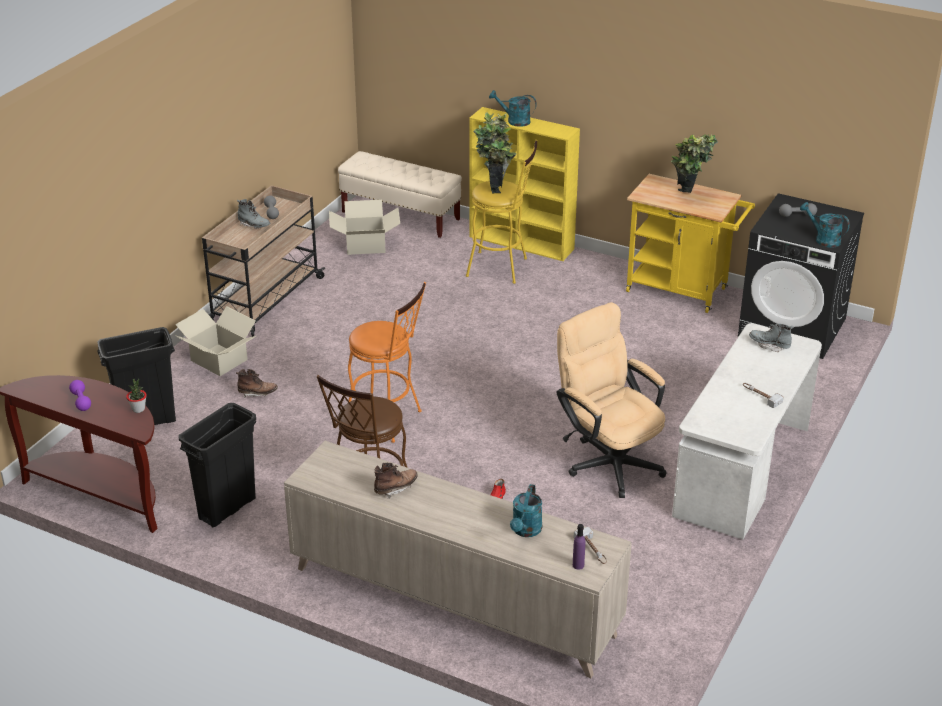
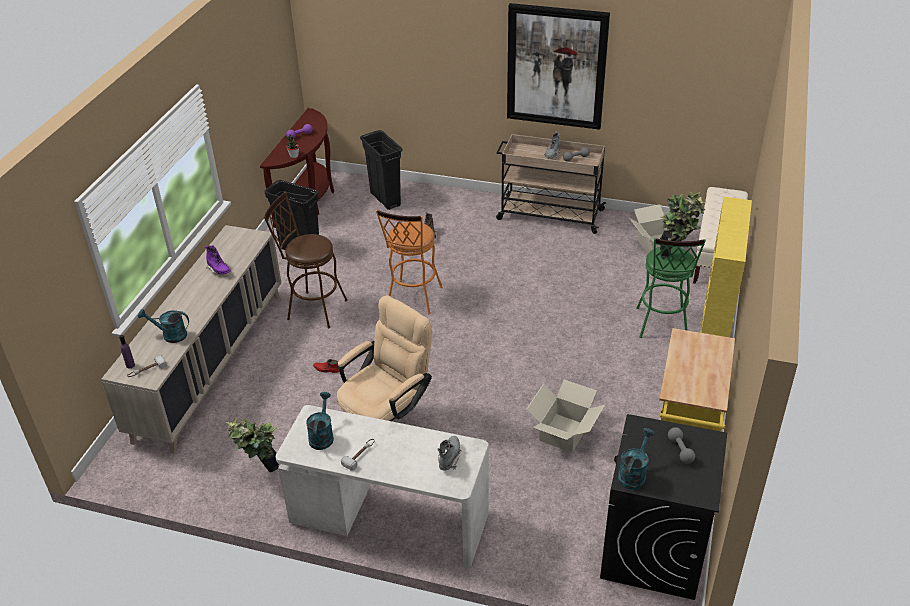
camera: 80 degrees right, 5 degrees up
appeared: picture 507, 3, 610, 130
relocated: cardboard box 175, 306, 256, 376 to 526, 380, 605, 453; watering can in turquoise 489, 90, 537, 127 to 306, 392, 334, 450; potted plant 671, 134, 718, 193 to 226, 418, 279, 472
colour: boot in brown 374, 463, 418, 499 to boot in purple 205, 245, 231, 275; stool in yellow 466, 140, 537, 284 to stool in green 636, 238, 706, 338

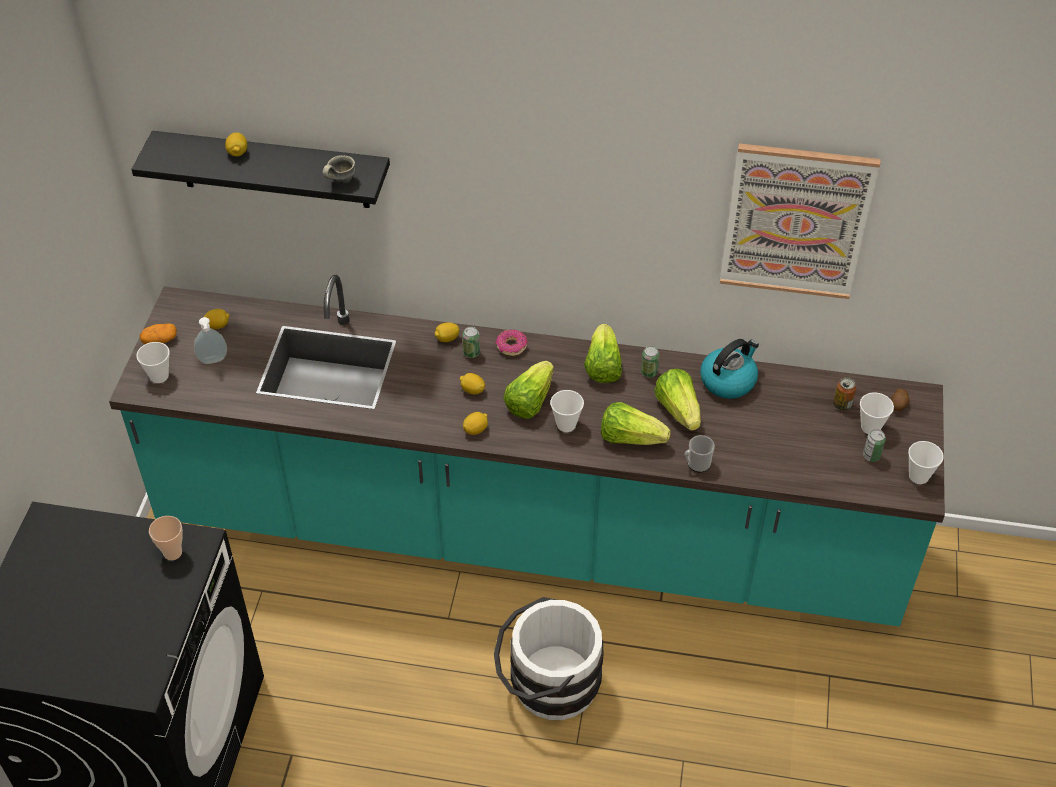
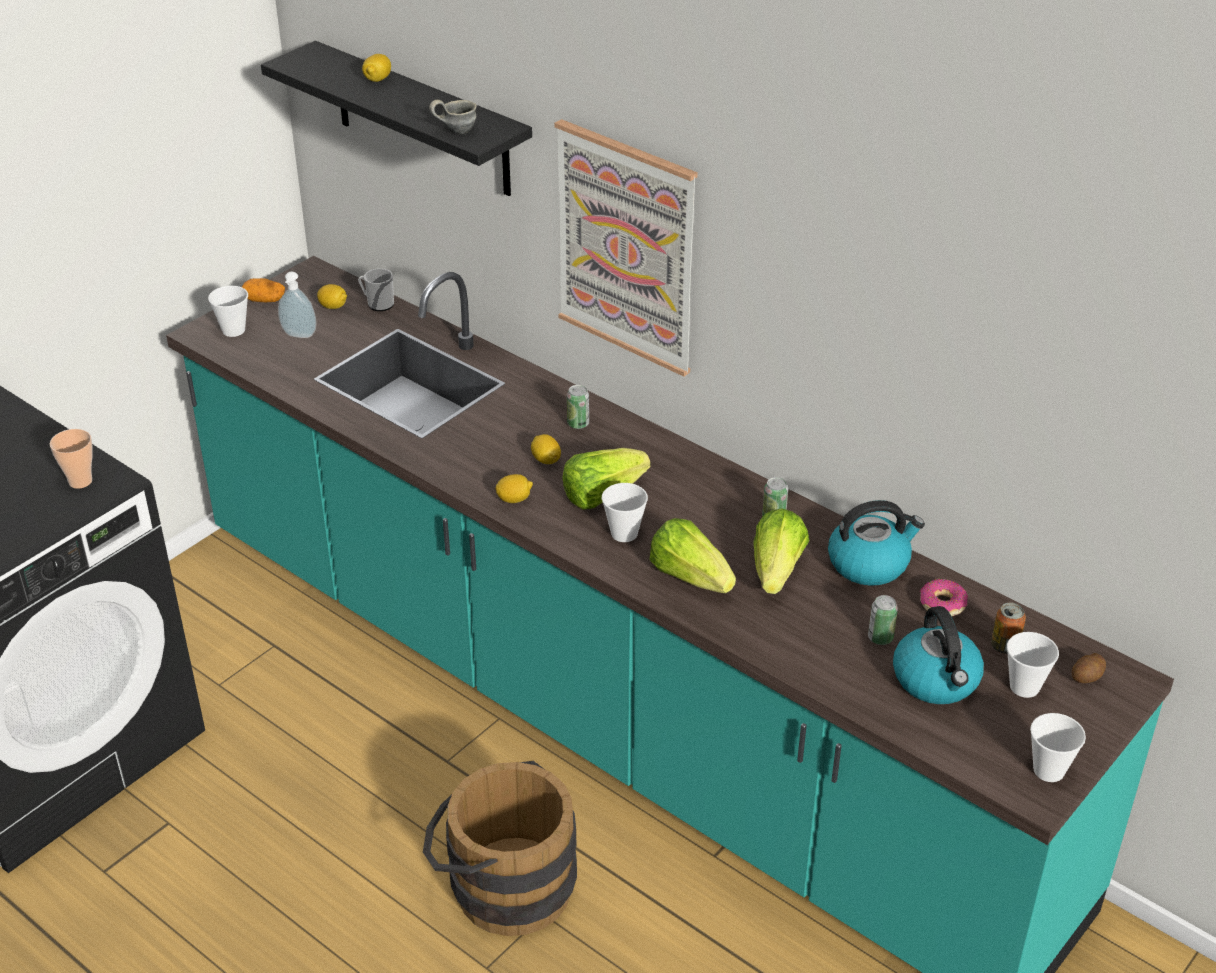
camera: 30 degrees right, 10 degrees down
missing: lemon 435, 322, 459, 342; lettuce 584, 324, 622, 383
appeared: kettle 893, 606, 984, 704
relocated: donut 495, 329, 528, 356 to 920, 579, 968, 616; mug 684, 435, 715, 472 to 358, 268, 394, 311; picture 720, 143, 881, 299 to 554, 119, 698, 377; can 863, 429, 886, 462 to 868, 595, 898, 645
colour: bucket in white 494, 597, 603, 720 to bucket in brown 423, 761, 577, 936

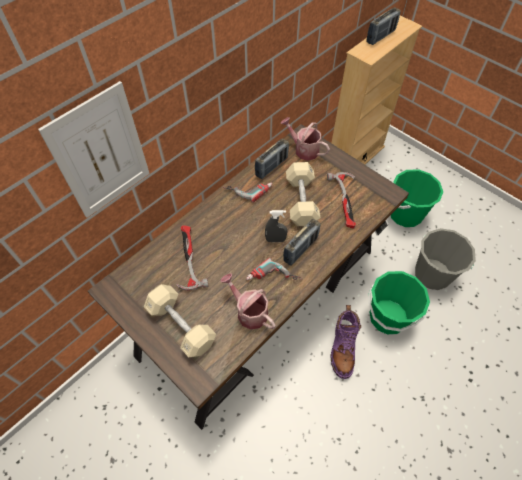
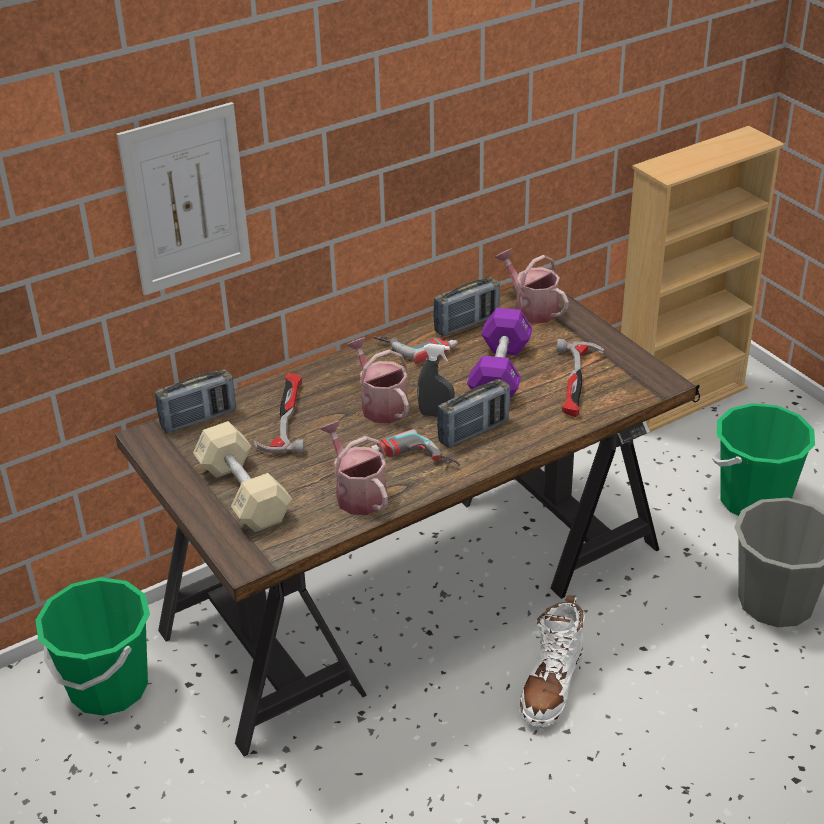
camera: 15 degrees right, 20 degrees down
appeared: watering can 347, 338, 409, 423
relocated: radio 366, 7, 401, 45 to 155, 369, 236, 433; bucket in green 368, 271, 430, 334 to 35, 577, 150, 716
colour: dumbbell in beige 286, 162, 320, 226 to dumbbell in purple 467, 308, 532, 398; boot in purple 330, 305, 361, 379 to boot in white 520, 595, 585, 727

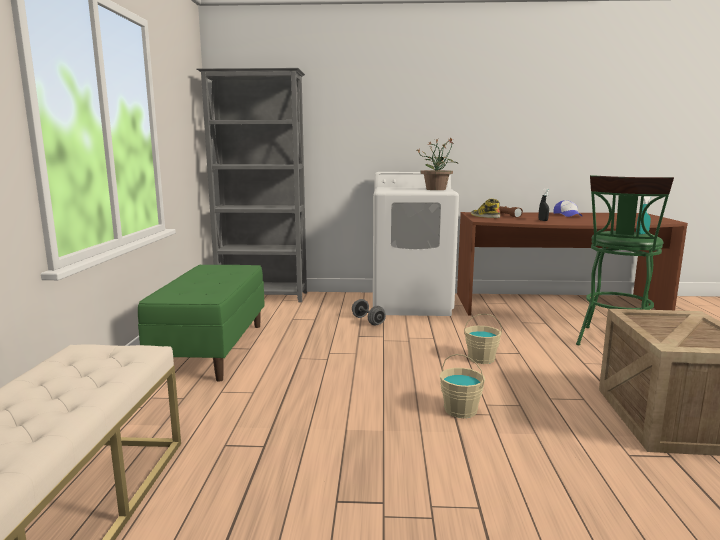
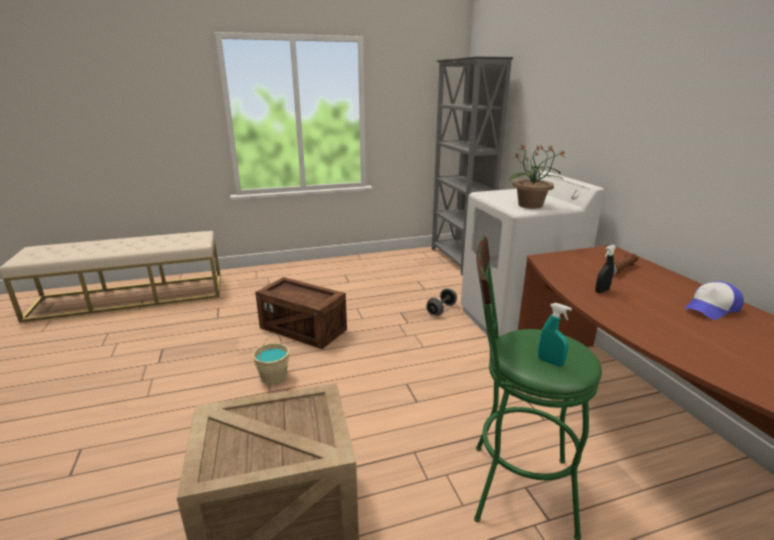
camera: 70 degrees right, 10 degrees up
missing: bench in green 138, 265, 265, 382; bucket in beige 464, 314, 502, 364; boot 471, 199, 500, 218
appeared: crate 255, 277, 347, 349

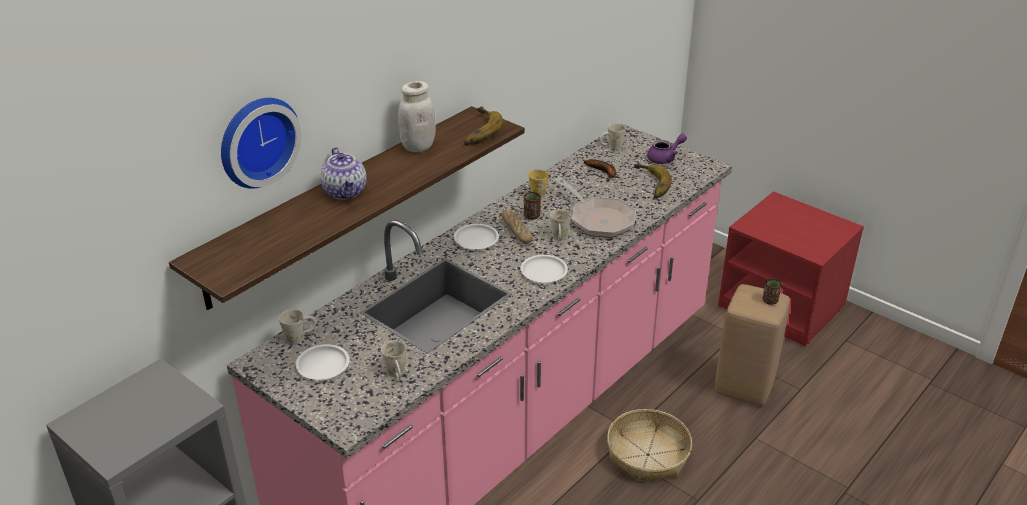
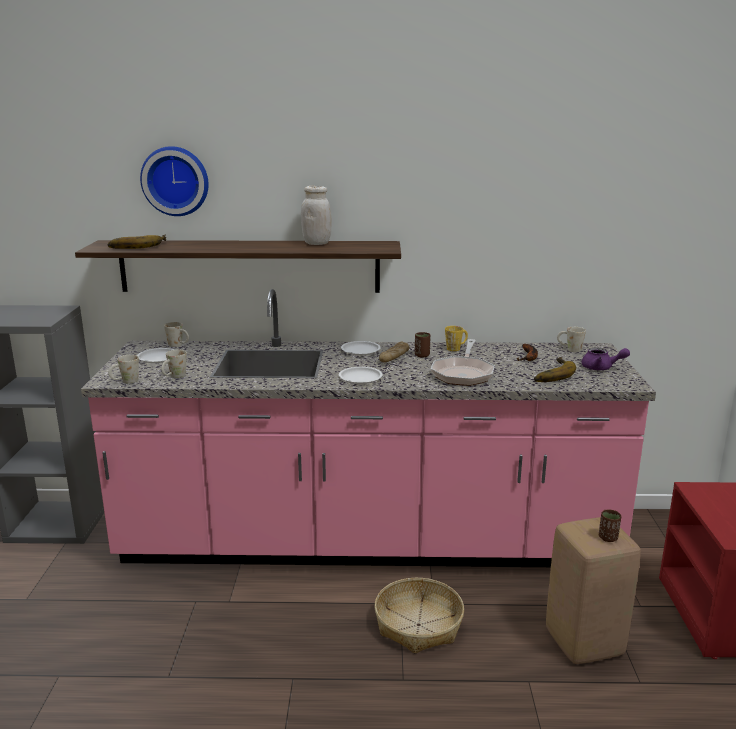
camera: 50 degrees right, 15 degrees down
missing: teapot 320, 147, 367, 200
relocated: banana 464, 106, 503, 145 to 108, 234, 166, 249; mug in white 550, 209, 571, 241 to 108, 355, 139, 384

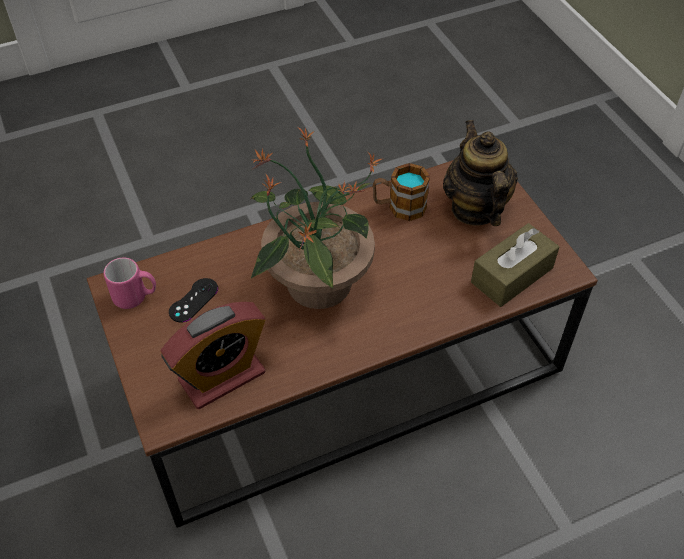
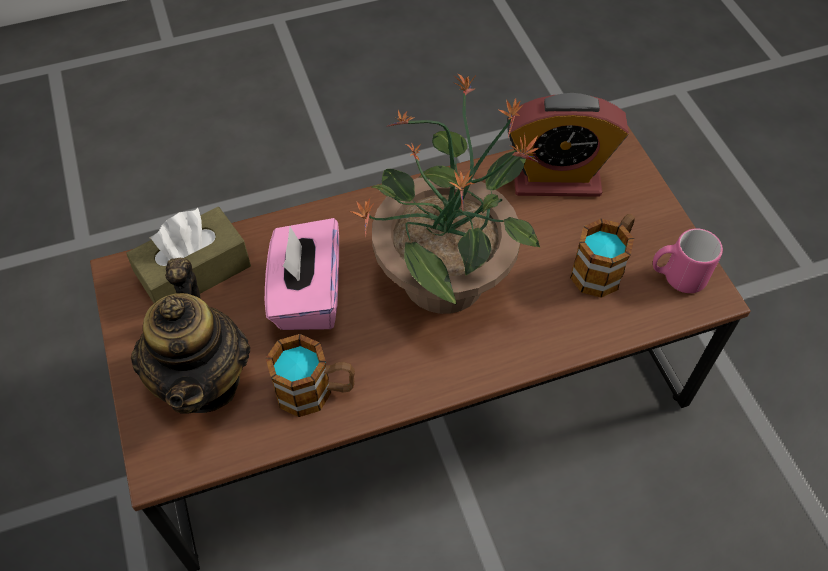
camera: 175 degrees left, 5 degrees up
appeared: tissue box in pink 265, 218, 339, 330
exchanged: game controller in black 169, 278, 218, 322 to mug 570, 214, 635, 298
spun: alarm clock 161, 302, 266, 409 = 507, 93, 629, 197 150 degrees counterclockwise

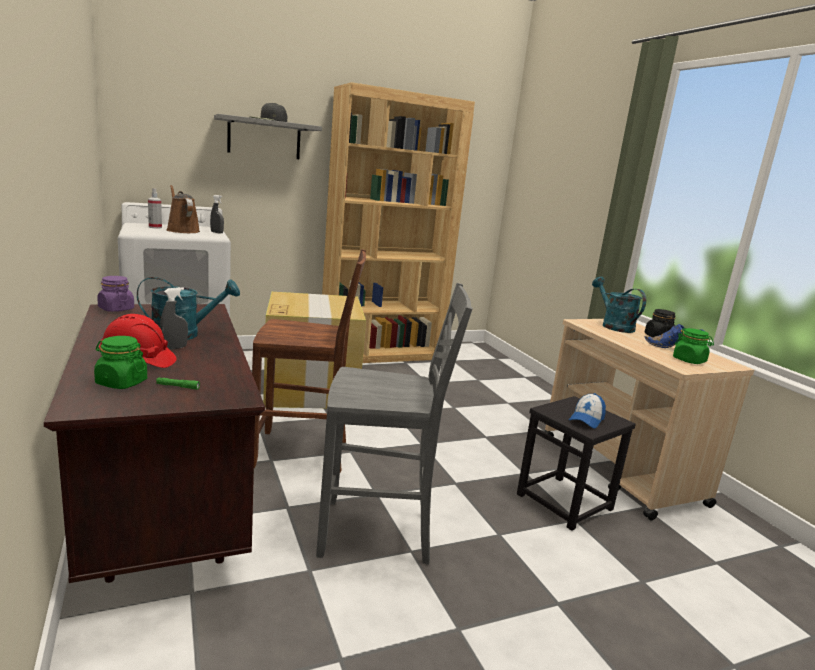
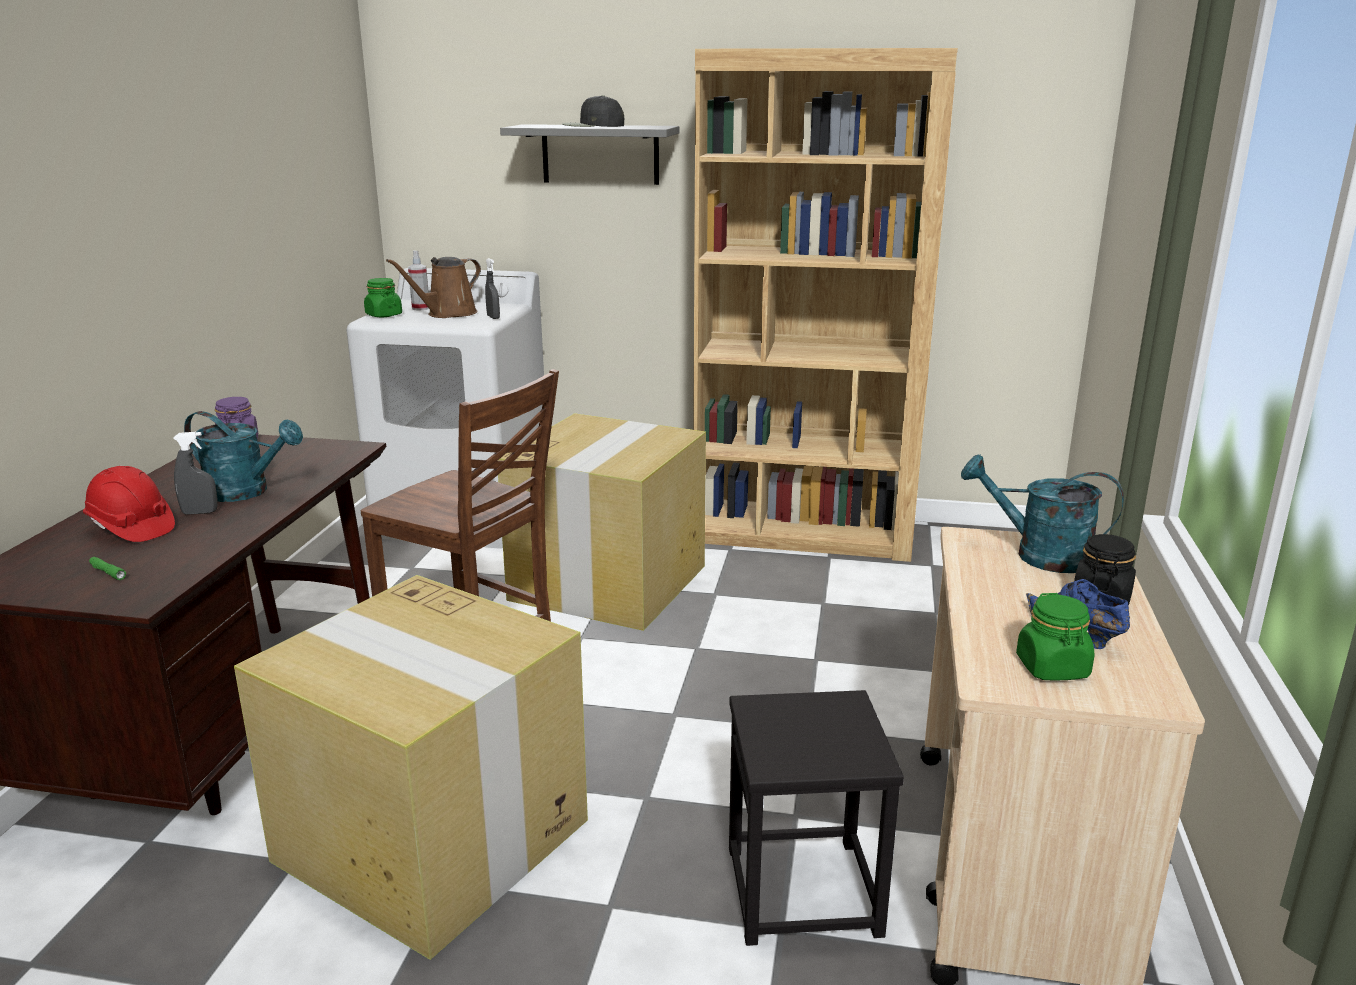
camera: 35 degrees right, 5 degrees up
missing: cap 569, 393, 606, 429
relocated: jar in green 94, 336, 147, 389 to 364, 278, 402, 317
exchanged: chair in grey 316, 283, 473, 565 to cardboard box 234, 575, 588, 960
spun: watering can in brown 166, 185, 200, 233 = 386, 257, 481, 318 135 degrees counterclockwise; watering can in turquoise 592, 277, 646, 333 = 961, 454, 1124, 573 75 degrees counterclockwise

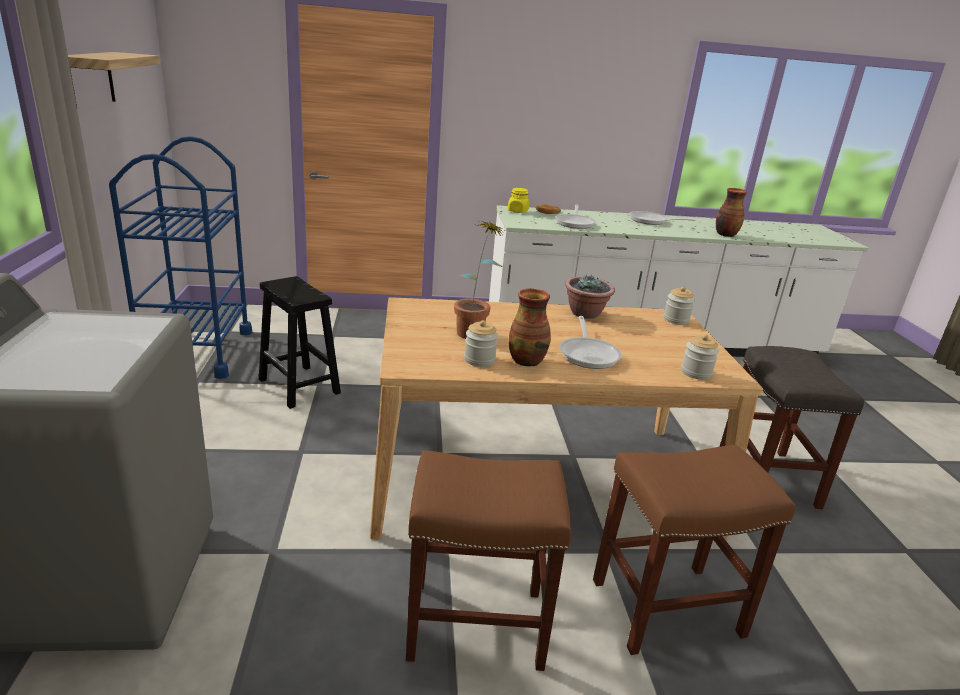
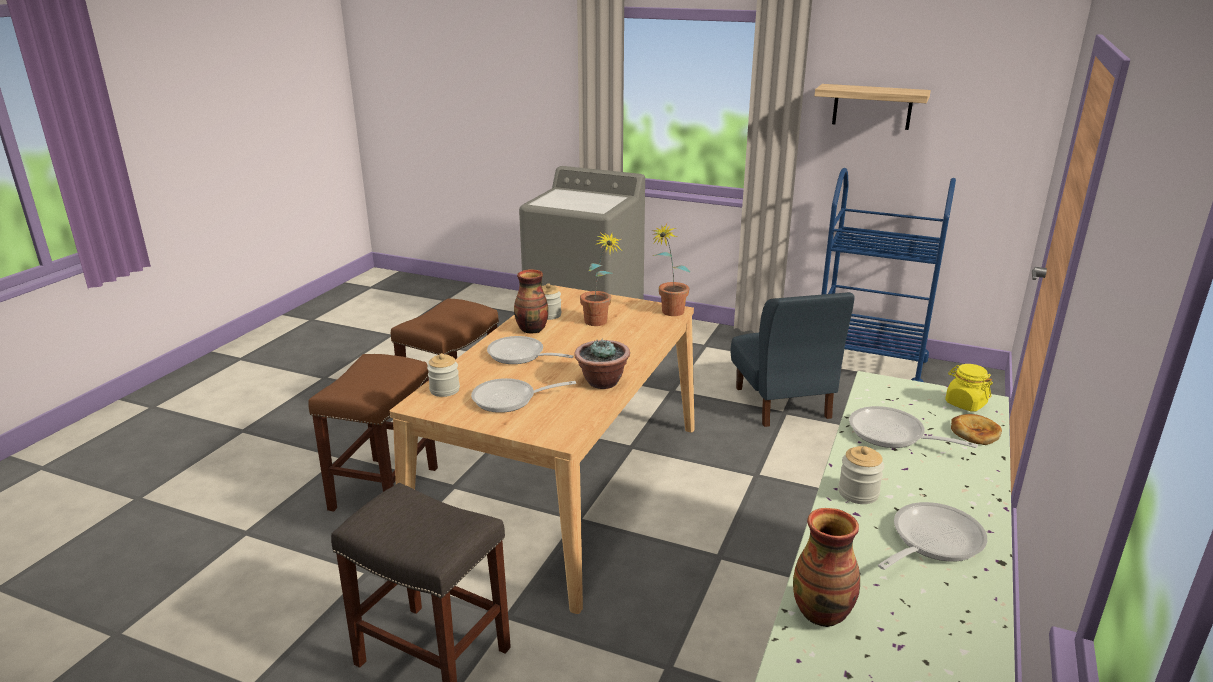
camera: 120 degrees right, 0 degrees up
appeared: frying pan 471, 378, 576, 413; potted plant 652, 223, 690, 316
relocated: jar 664, 286, 695, 325 to 838, 446, 884, 504
exchanged: stool in black 259, 276, 341, 409 to chair in blue 730, 292, 855, 427

